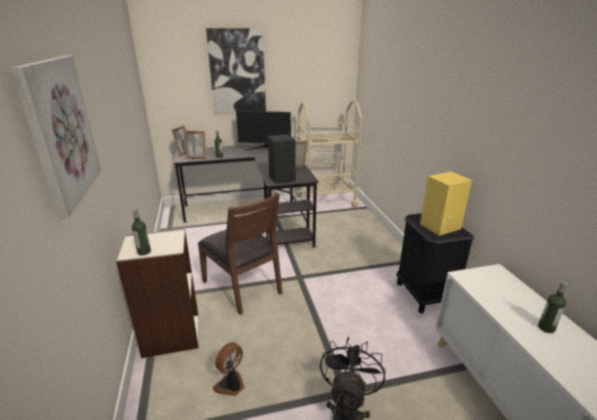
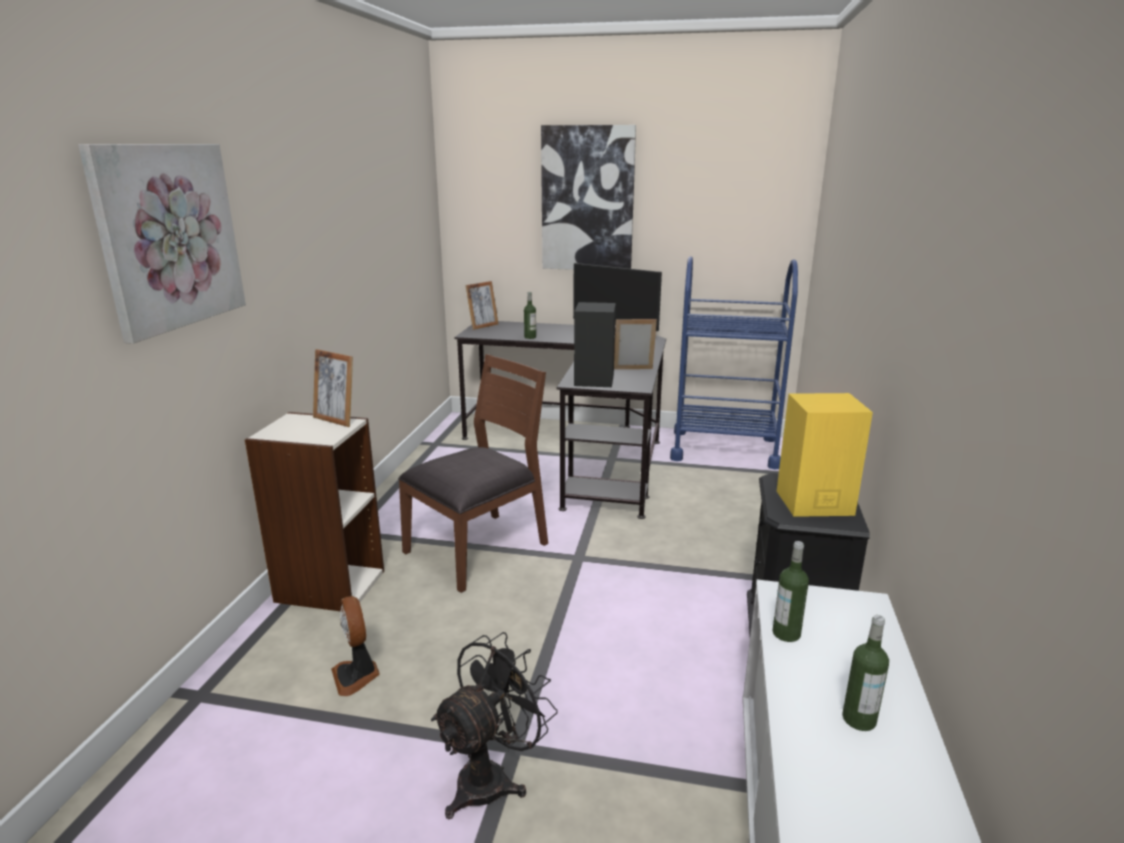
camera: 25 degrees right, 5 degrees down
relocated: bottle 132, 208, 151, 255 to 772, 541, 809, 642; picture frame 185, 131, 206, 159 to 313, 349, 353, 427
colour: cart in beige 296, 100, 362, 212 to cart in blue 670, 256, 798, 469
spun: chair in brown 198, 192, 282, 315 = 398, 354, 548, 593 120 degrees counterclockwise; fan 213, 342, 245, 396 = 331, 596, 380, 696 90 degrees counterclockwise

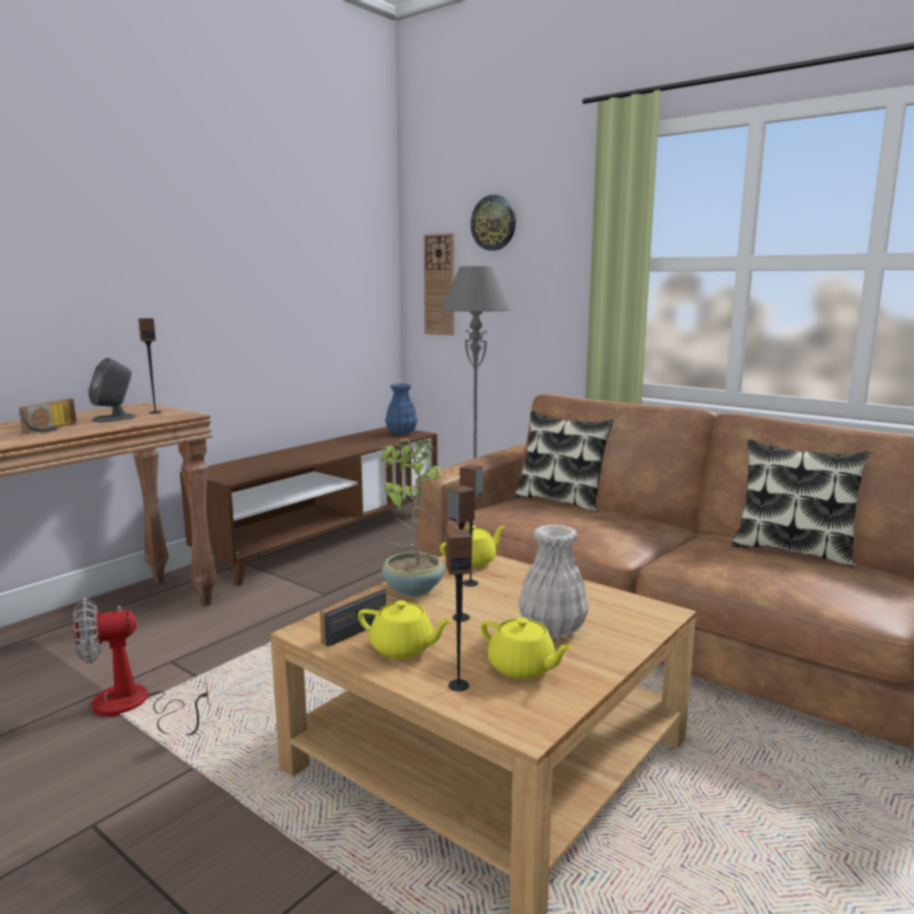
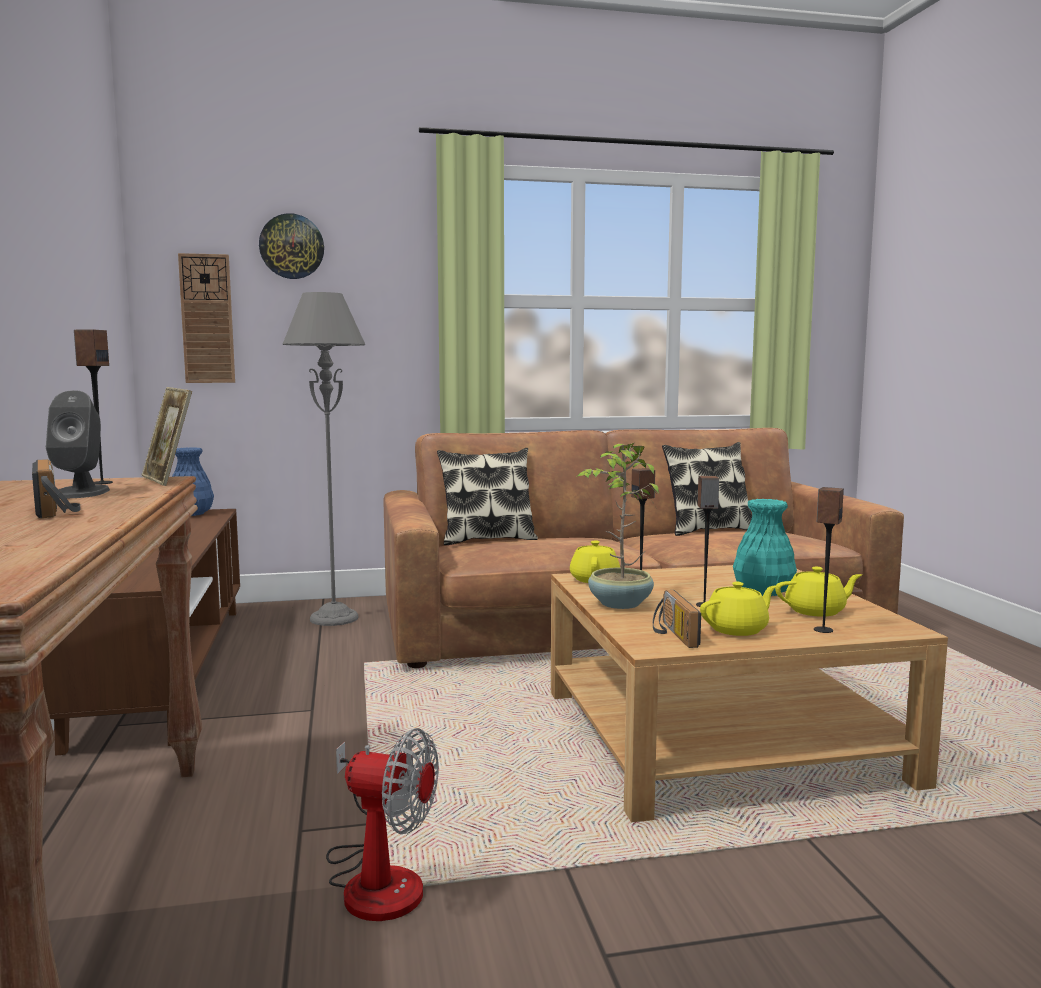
camera: 50 degrees left, 5 degrees down
appeared: picture frame 141, 387, 192, 486
colour: vase in white 518, 524, 589, 638 to vase in turquoise 733, 499, 797, 596
spun: fan 73, 597, 209, 735 = 326, 728, 439, 921 90 degrees counterclockwise

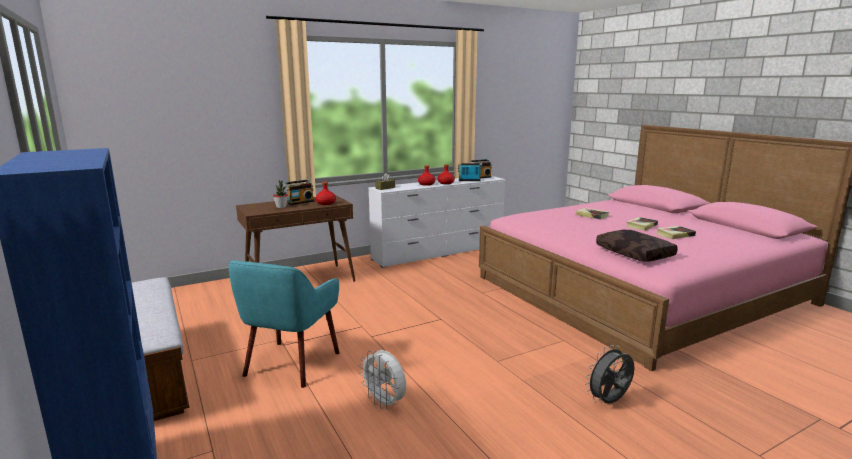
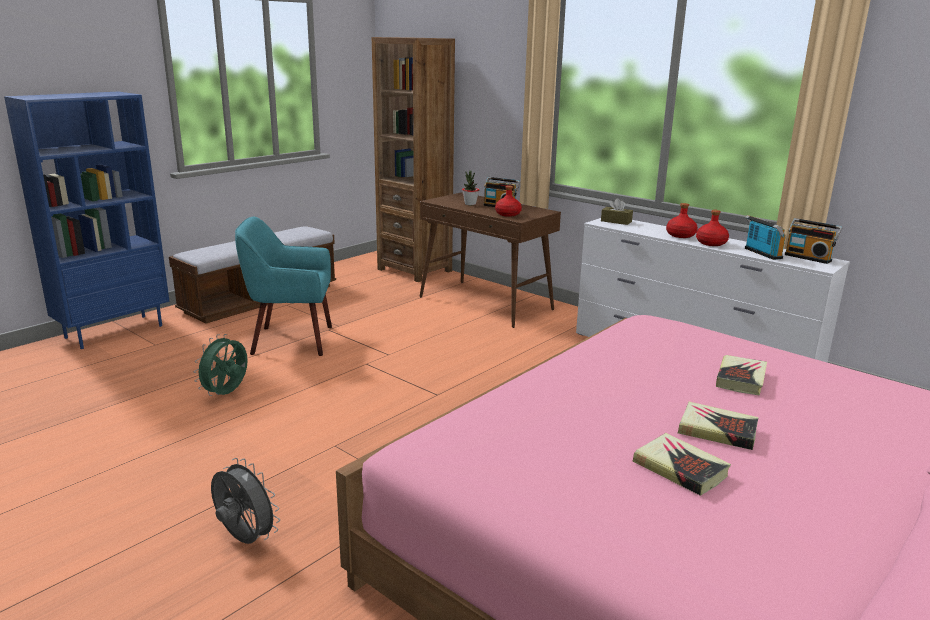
camera: 70 degrees right, 5 degrees up
missing: pillow in brown 596, 230, 678, 262
appeared: bookcase in brown 372, 37, 455, 282
colour: fan in white 359, 350, 406, 410 to fan in green 193, 334, 248, 396

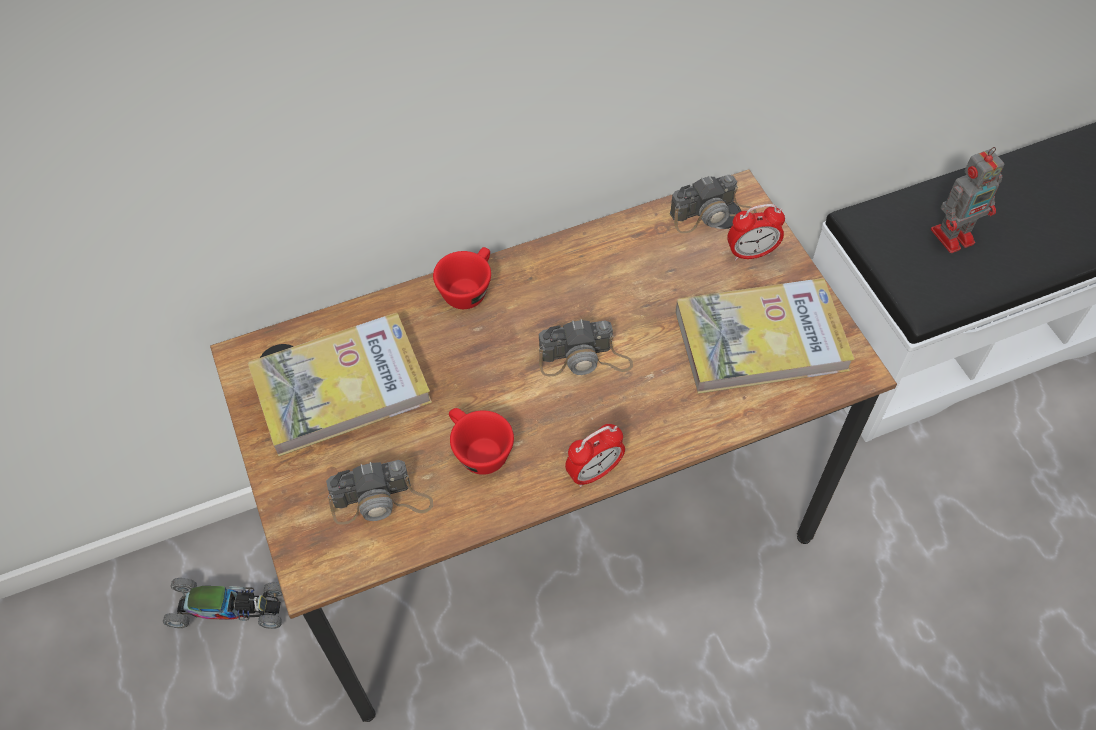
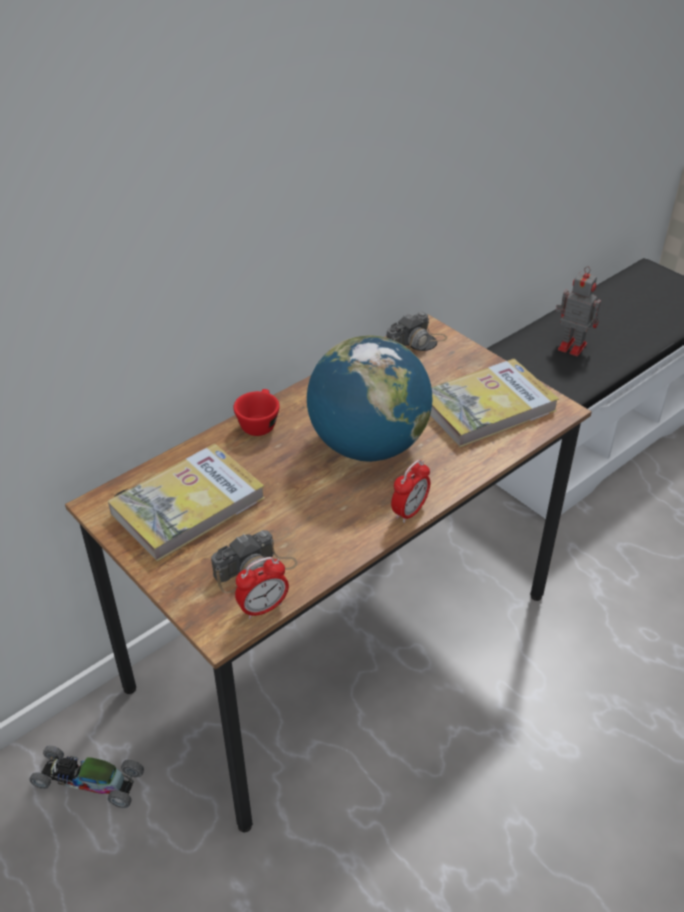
camera: 20 degrees left, 15 degrees down
missing: cup in red 449, 408, 514, 475
relocated: alarm clock 727, 204, 785, 260 to 235, 557, 289, 619
exchanged: photo camera 539, 319, 633, 376 to globe 307, 336, 432, 462
spun: toy car 163, 578, 283, 629 = 29, 746, 144, 808 150 degrees counterclockwise; toy robot 931, 147, 1005, 253 = 556, 266, 601, 356 105 degrees counterclockwise

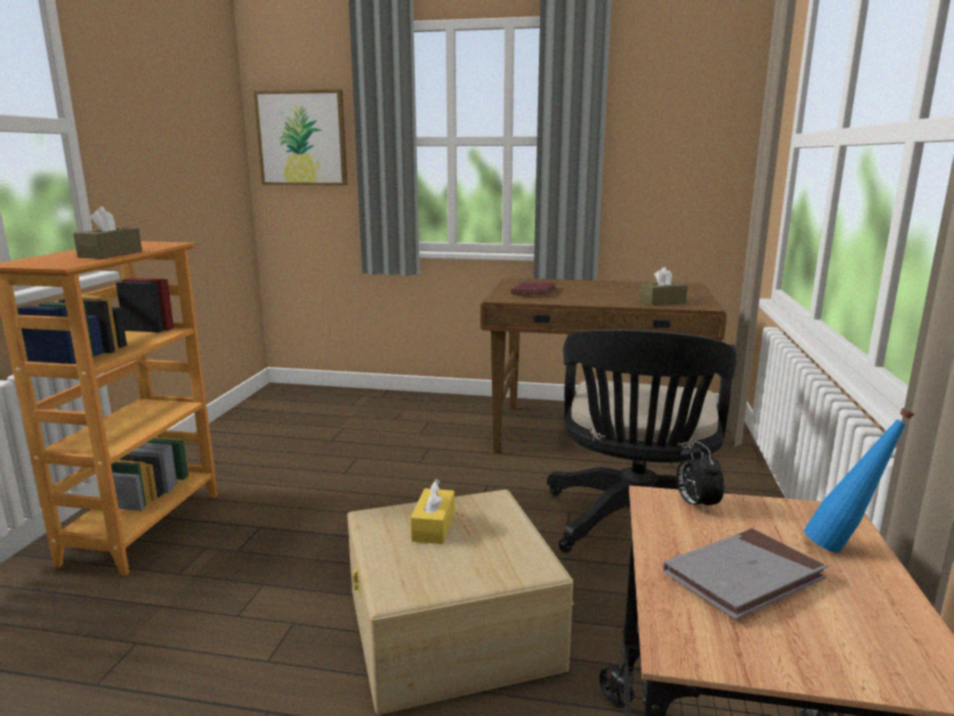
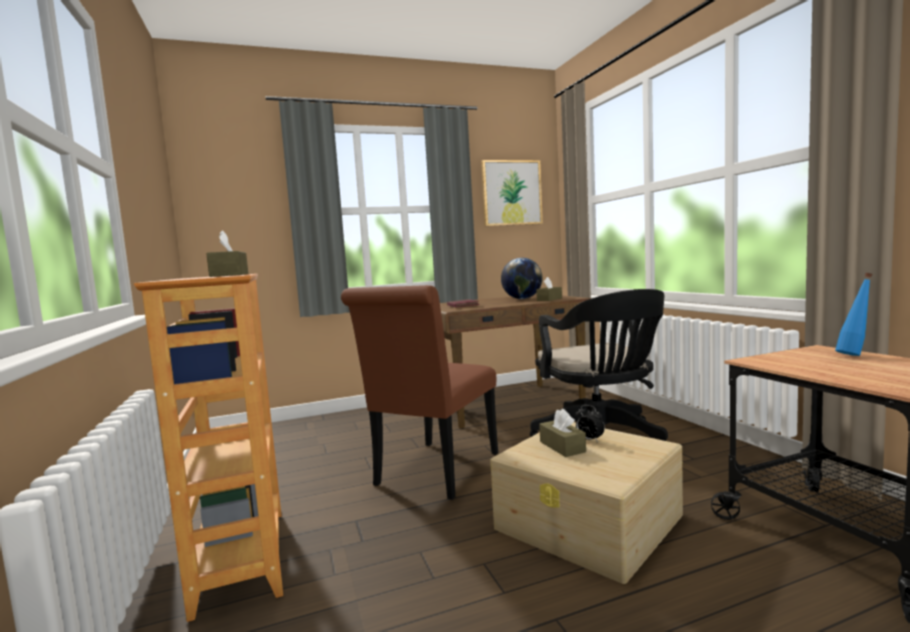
camera: 30 degrees left, 10 degrees down
missing: book in grey 663, 528, 828, 620
appeared: chair in brown 341, 285, 498, 500; globe 501, 258, 543, 299
relocated: picture 254, 89, 347, 186 to 481, 160, 543, 226; alarm clock 676, 441, 724, 514 to 576, 405, 605, 442
colour: tissue box in yellow 410, 479, 455, 544 to tissue box in brown 539, 409, 586, 457

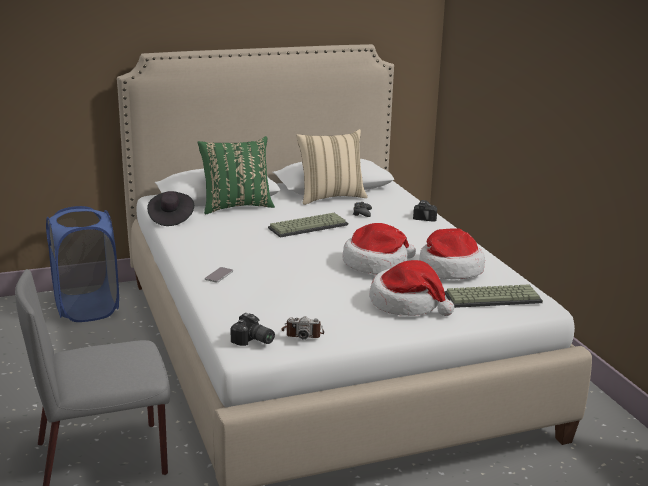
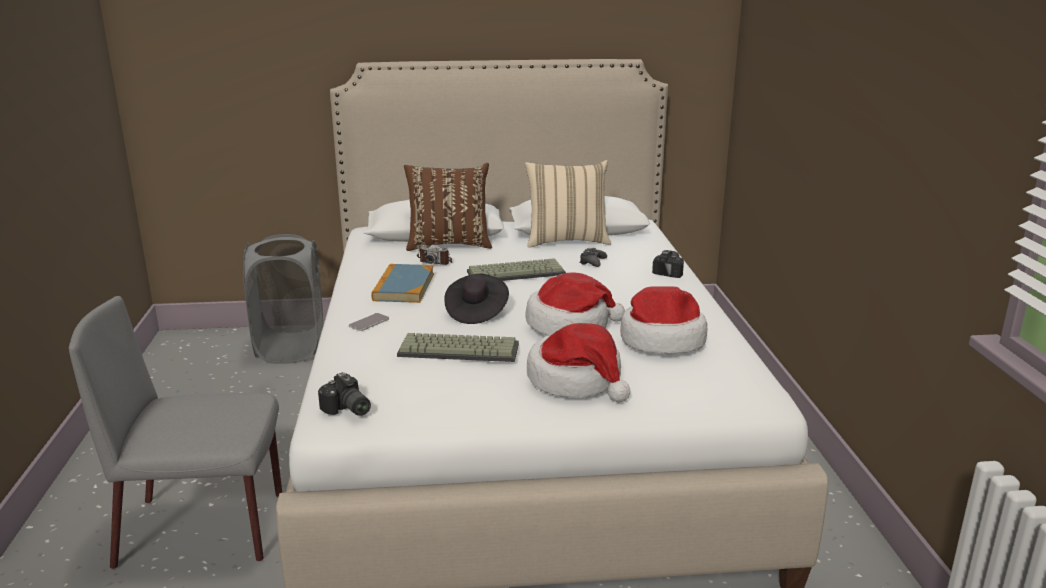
camera: 15 degrees right, 0 degrees up
appeared: book 371, 264, 434, 303
relocated: hat in black 147, 191, 194, 226 to 444, 274, 509, 324; photo camera 281, 316, 324, 339 to 417, 245, 452, 265; keyboard 445, 284, 543, 308 to 397, 333, 519, 362
colour: laundry basket in blue 46, 206, 119, 322 to laundry basket in grey 243, 234, 323, 364; pillow in green 197, 136, 275, 214 to pillow in brown 404, 163, 492, 251

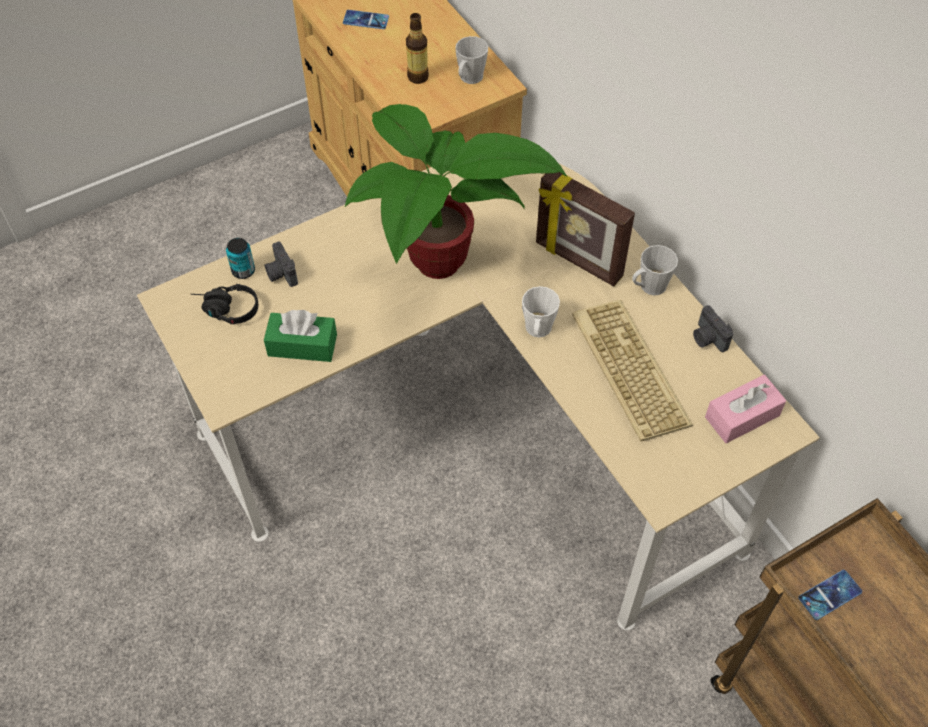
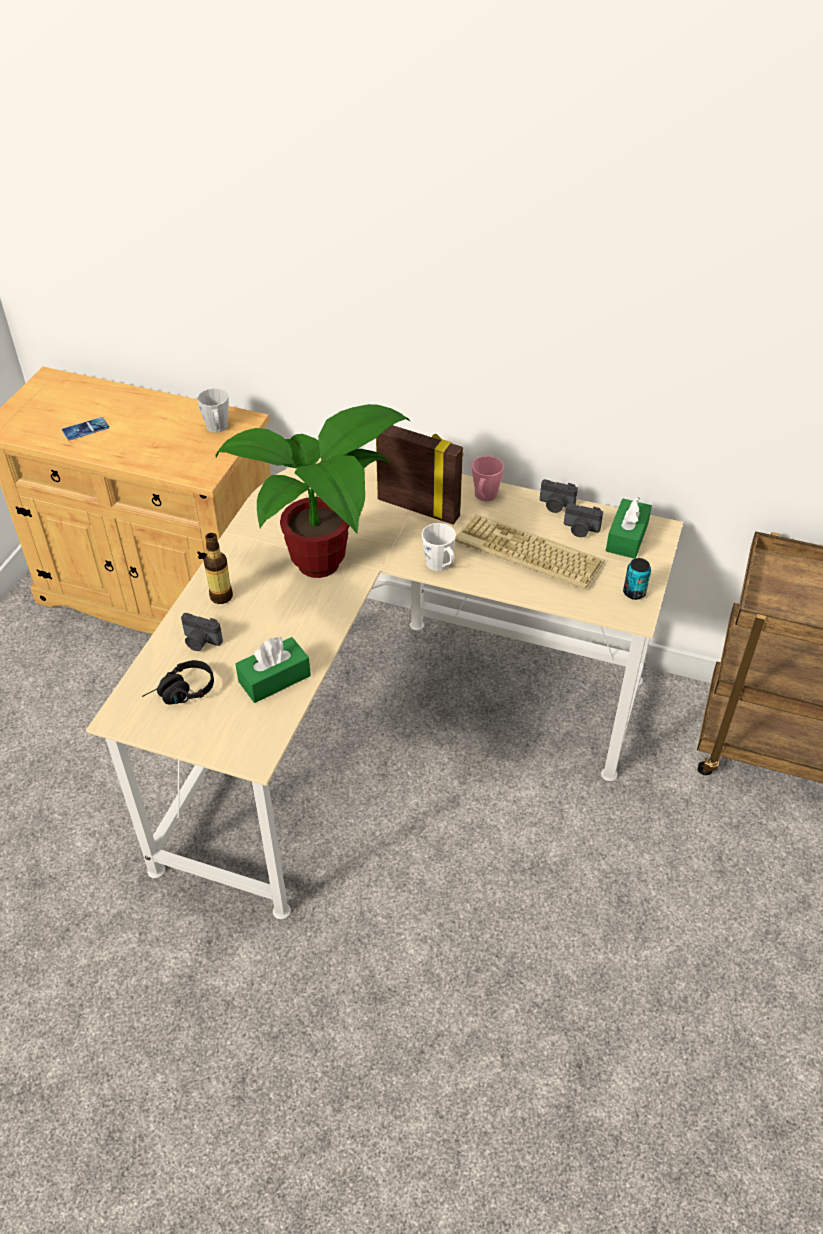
camera: 40 degrees left, 10 degrees down
missing: phone 798, 570, 862, 620
appeared: photo camera 564, 503, 603, 537
relocated: can 226, 238, 255, 279 to 623, 558, 651, 600; bottle 406, 13, 429, 84 to 204, 533, 233, 604
colour: mug in grey 632, 245, 678, 295 to mug in pink 472, 456, 504, 501; tissue box in pink 705, 375, 786, 443 to tissue box in green 606, 497, 652, 559
spun: picture frame 536, 172, 635, 286 = 376, 425, 464, 525 150 degrees counterclockwise

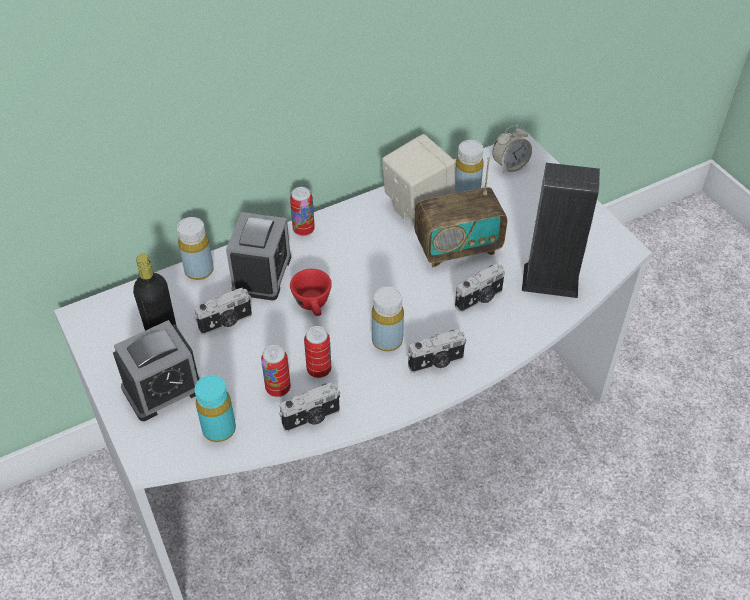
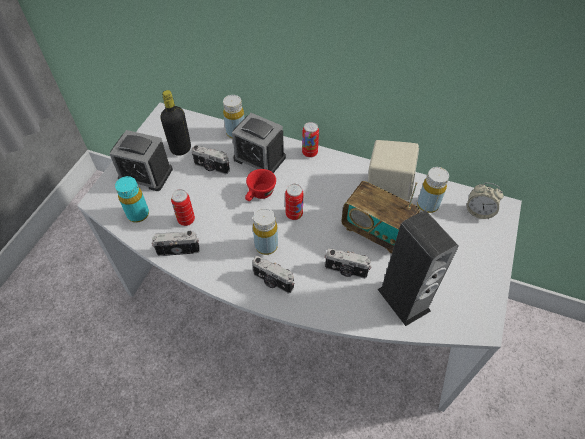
camera: 50 degrees right, 5 degrees up
relocated: can 304, 326, 331, 378 to 285, 184, 303, 220
spun: alarm clock 226, 212, 291, 301 = 232, 113, 286, 173 60 degrees clockwise; photo camera 279, 382, 340, 432 = 152, 231, 200, 256 150 degrees clockwise

